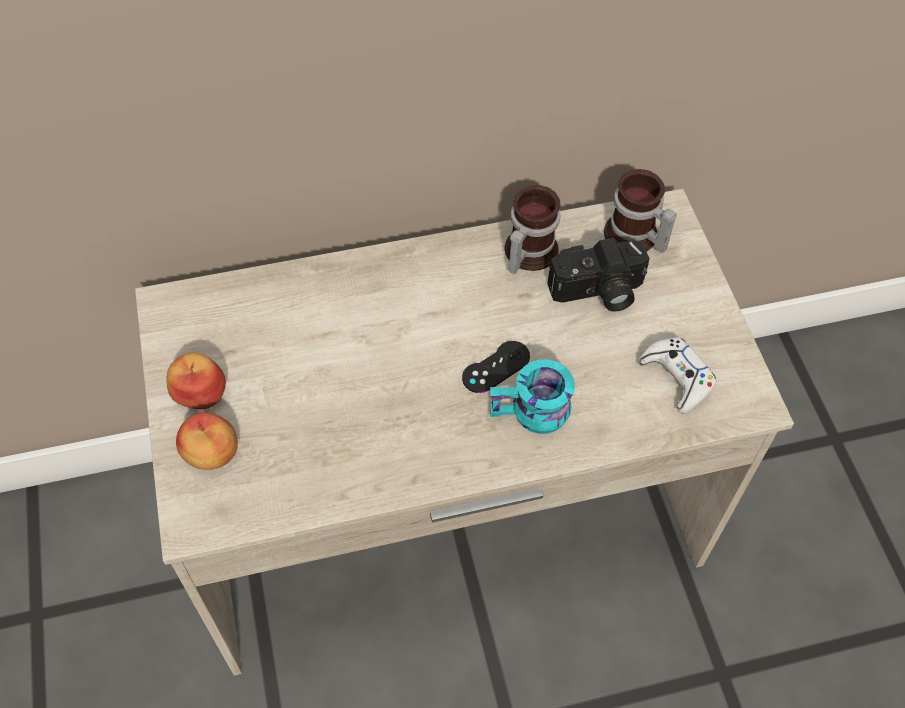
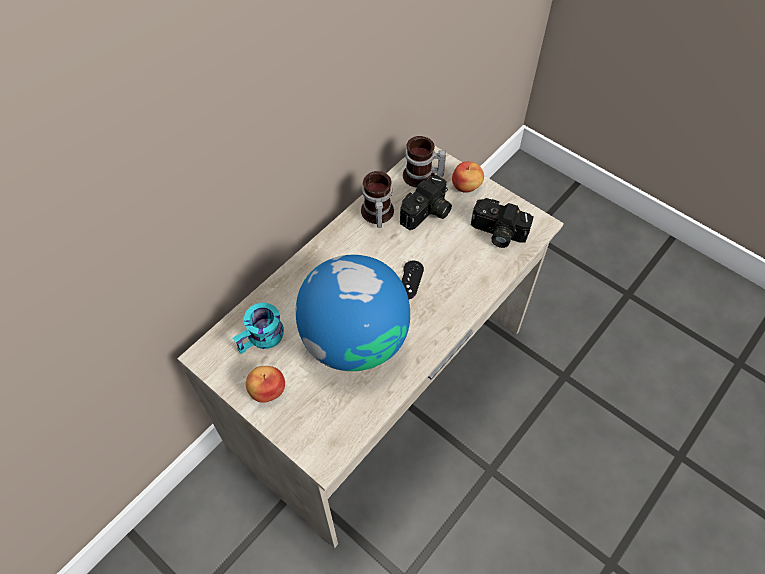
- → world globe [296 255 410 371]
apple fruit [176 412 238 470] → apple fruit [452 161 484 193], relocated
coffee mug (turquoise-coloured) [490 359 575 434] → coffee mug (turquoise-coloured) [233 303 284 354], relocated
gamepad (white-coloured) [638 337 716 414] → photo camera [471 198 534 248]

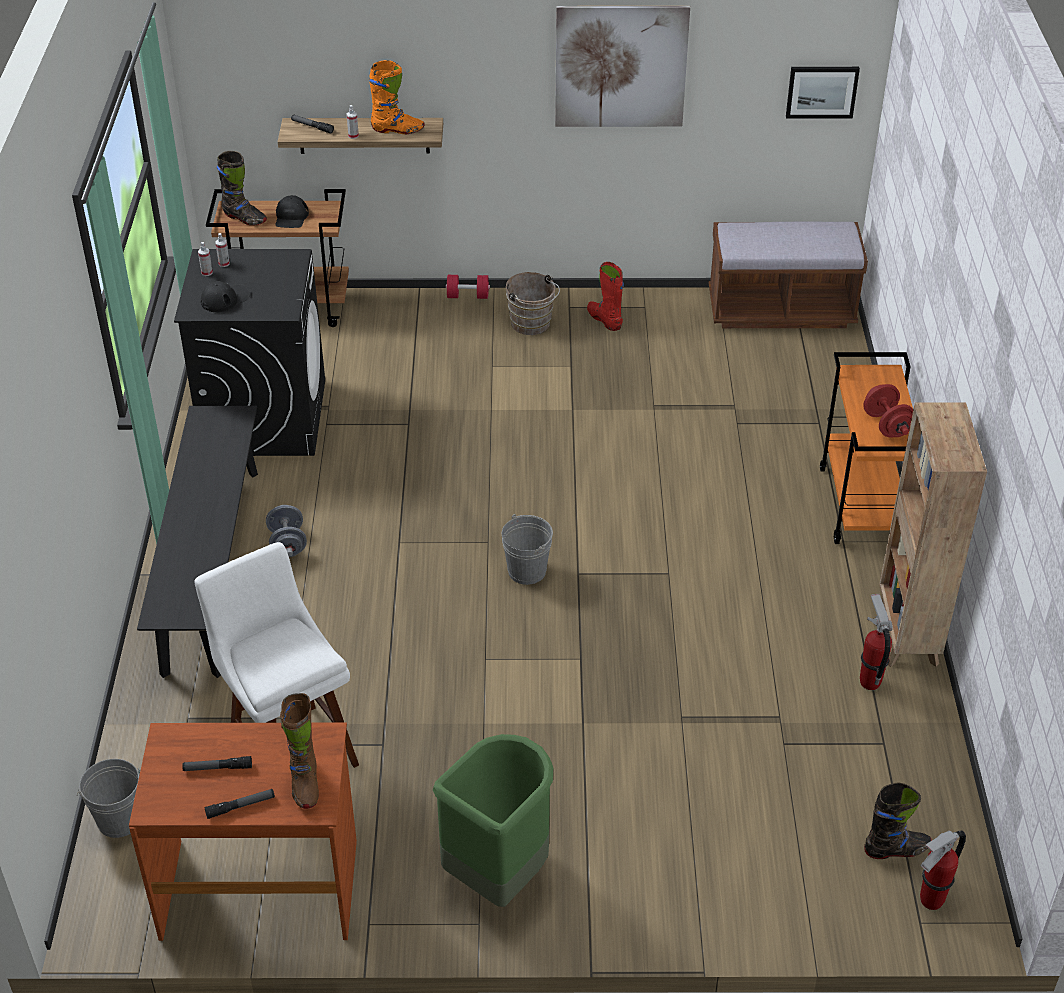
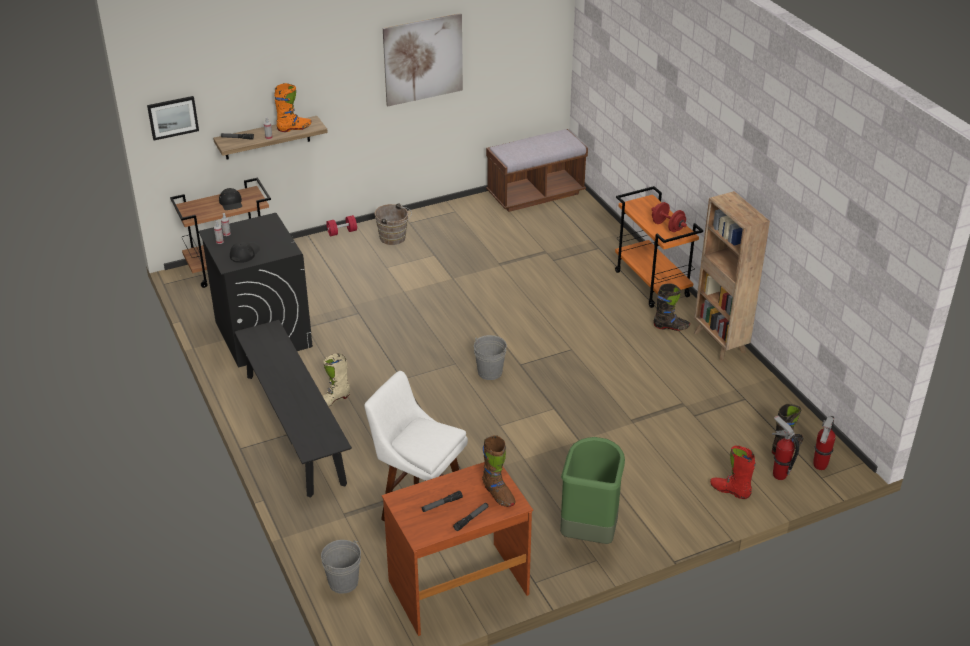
boot (black) [217 151 267 225] → boot (black) [653 283 690 331], relocated
boot (red-coloured) [587 262 624 331] → boot (red-coloured) [710 445 756 499], relocated
picture [786 67 860 119] → picture [147 96 199 140], relocated
fire-fighting cylinder [860 594 892 690] → fire-fighting cylinder [772 416 799 480], relocated
free weight (grey) [266 505 307 557] → boot (beige) [323 353 350 407]

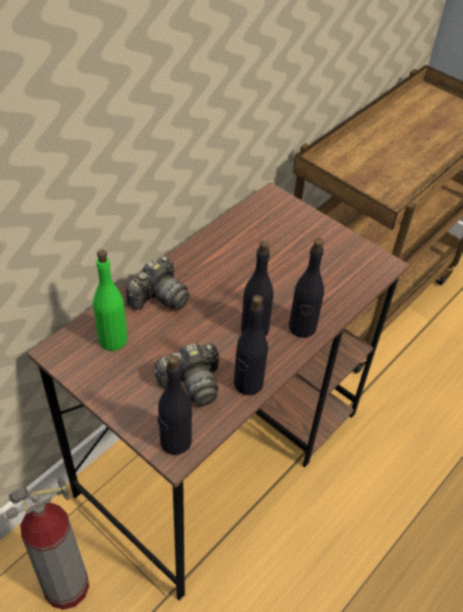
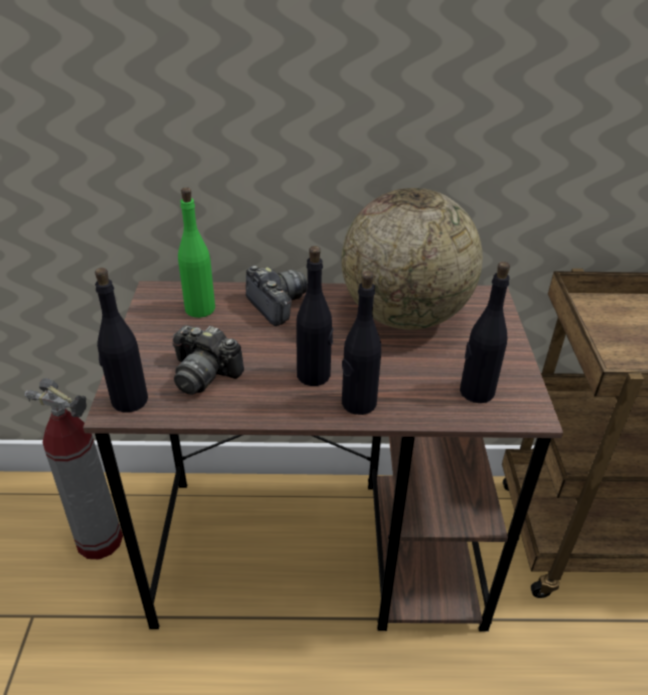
- → world globe [341 188 483 330]
drink bottle (black) [234 295 268 395] → drink bottle (black) [460 262 510 403], relocated
photo camera [126 256 190 310] → photo camera [246 265 307 326], 120 degrees counterclockwise

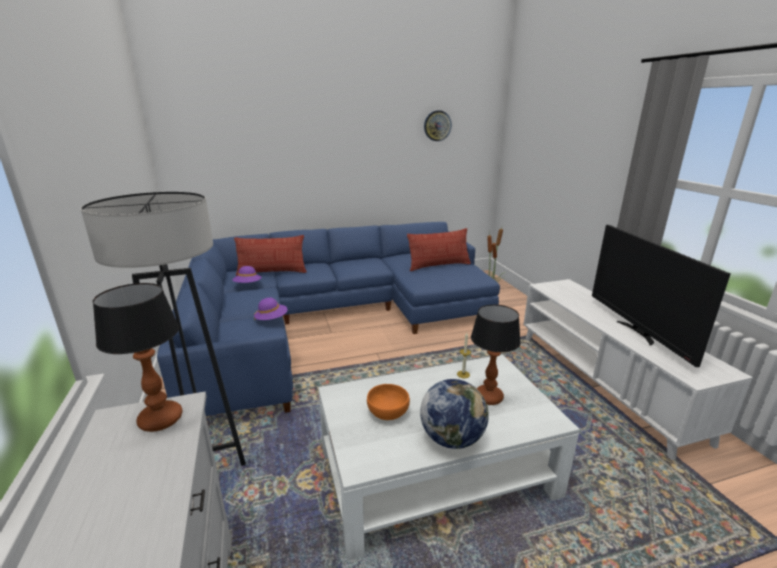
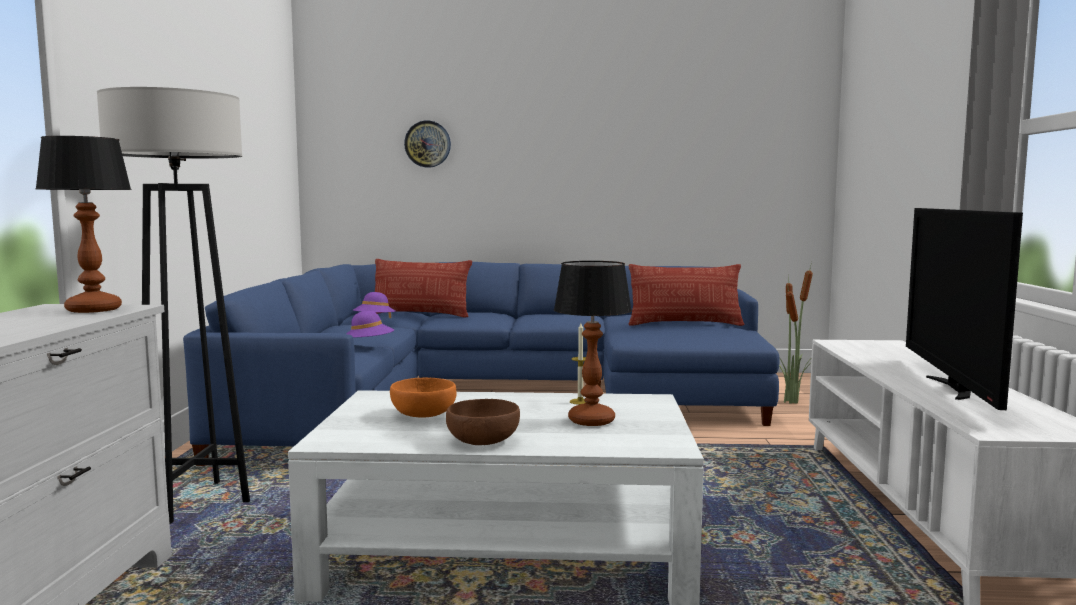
hanging clock [424 110 452 141] → hanging clock [404 121 451 168], relocated
world globe [420 379 489 449] → serving bowl (brown) [446 399 520 445]

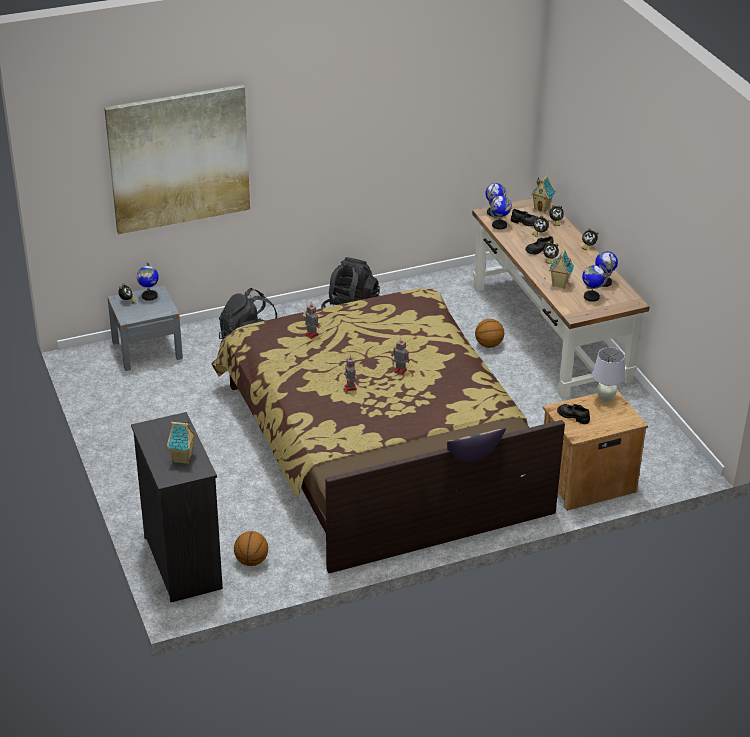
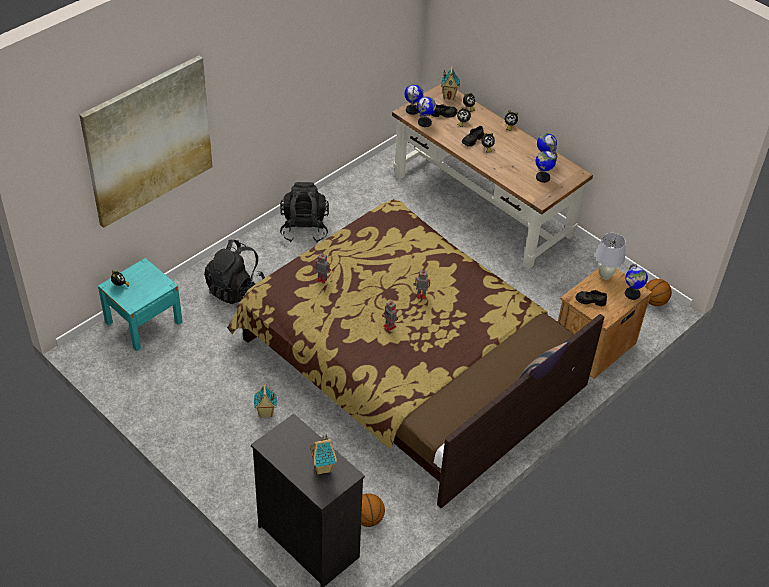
world globe [137 262 159 301] → world globe [625 264 648 300], relocated
basketball ball [475 319 504 348] → basketball ball [645 279 672 306], relocated
model house [549 249 574 289] → model house [254 383 277 418], relocated
bedside table (grey) [107 285 183 371] → bedside table (turquoise-coloured) [98 258 183 351]

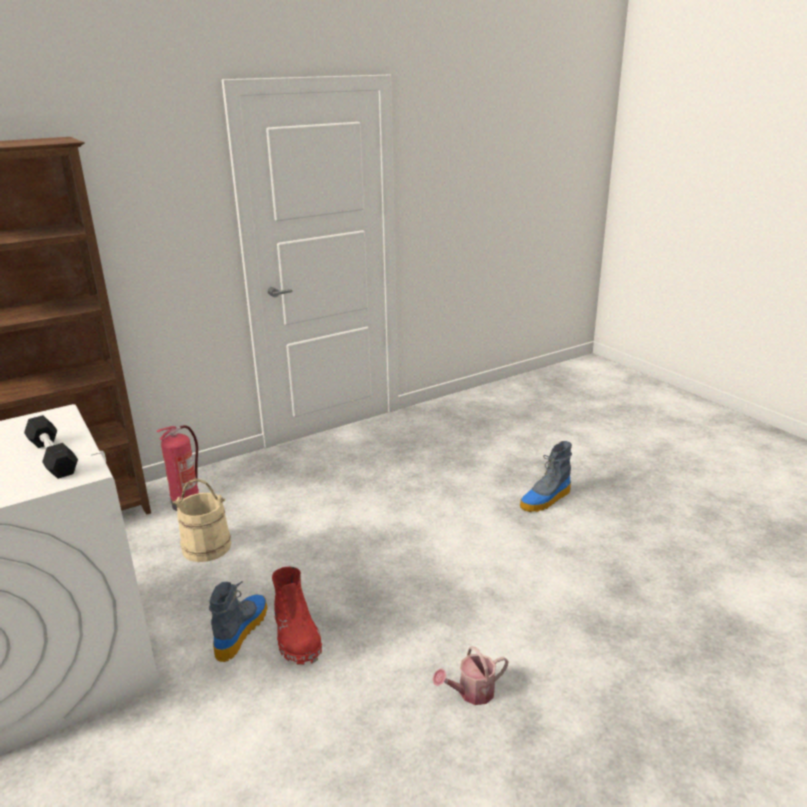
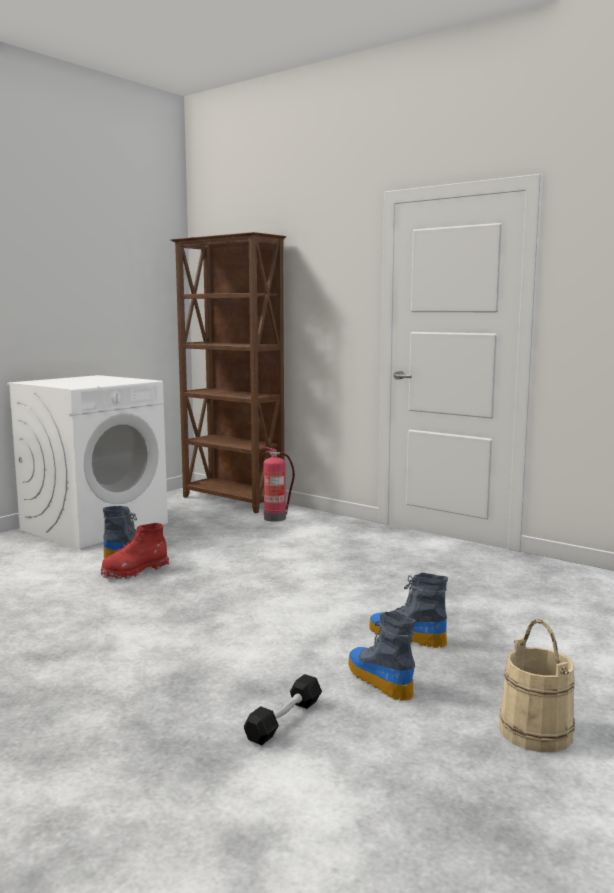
sprinkling can [433 646 509 705] → -
- → boot [348 611 416 701]
free weight (black) [24 415 78 479] → free weight (black) [244 674 322 745], relocated
bucket (beige) [172 479 231 562] → bucket (beige) [499 619 575 752], relocated

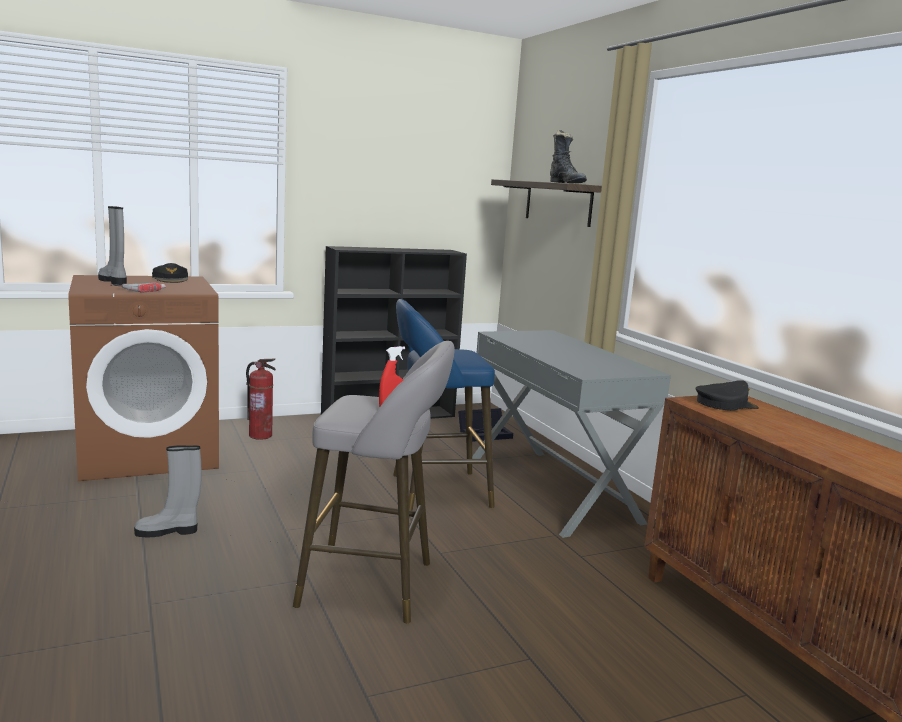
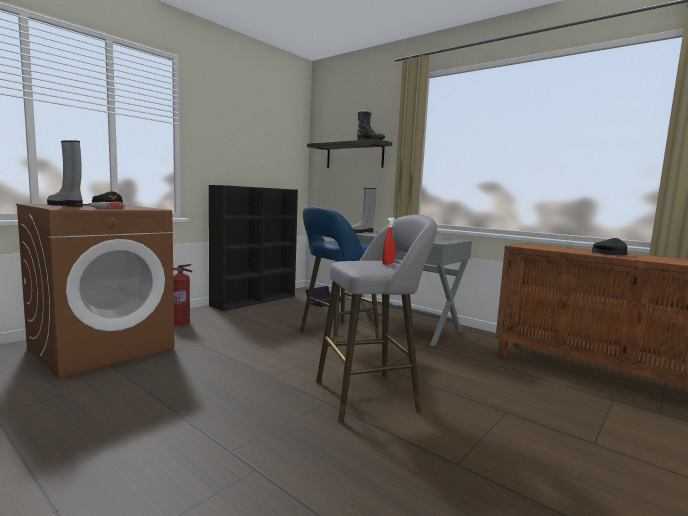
boot (grey) [134 445 202 537] → boot (grey) [352 188 376 233], relocated
cap (black) [696 380 759 411] → cap (black) [592 238 629 255], relocated

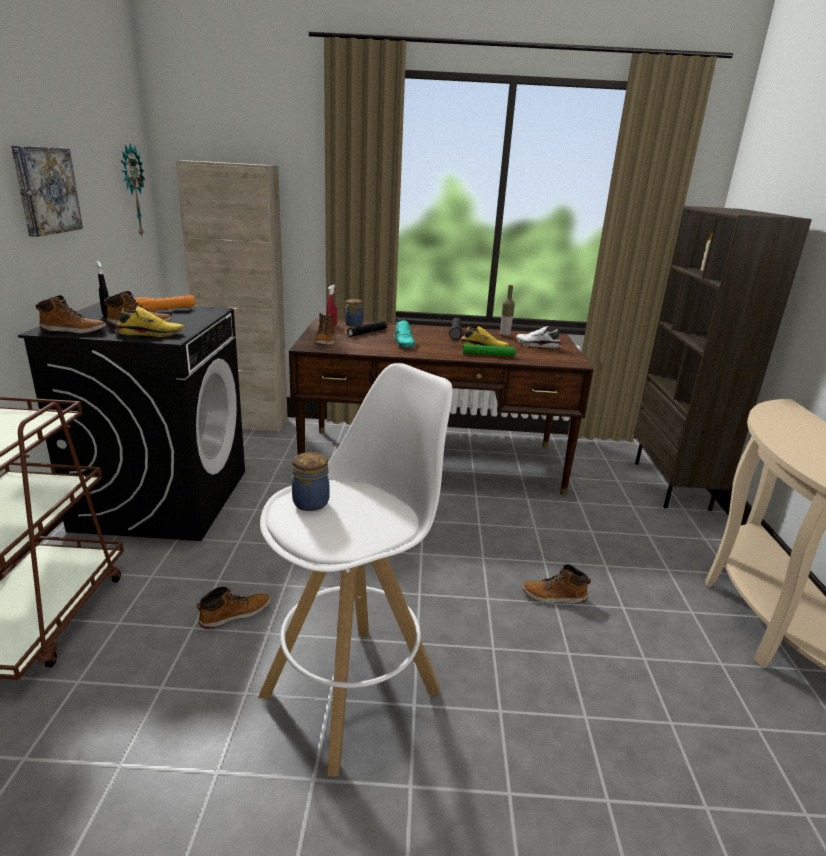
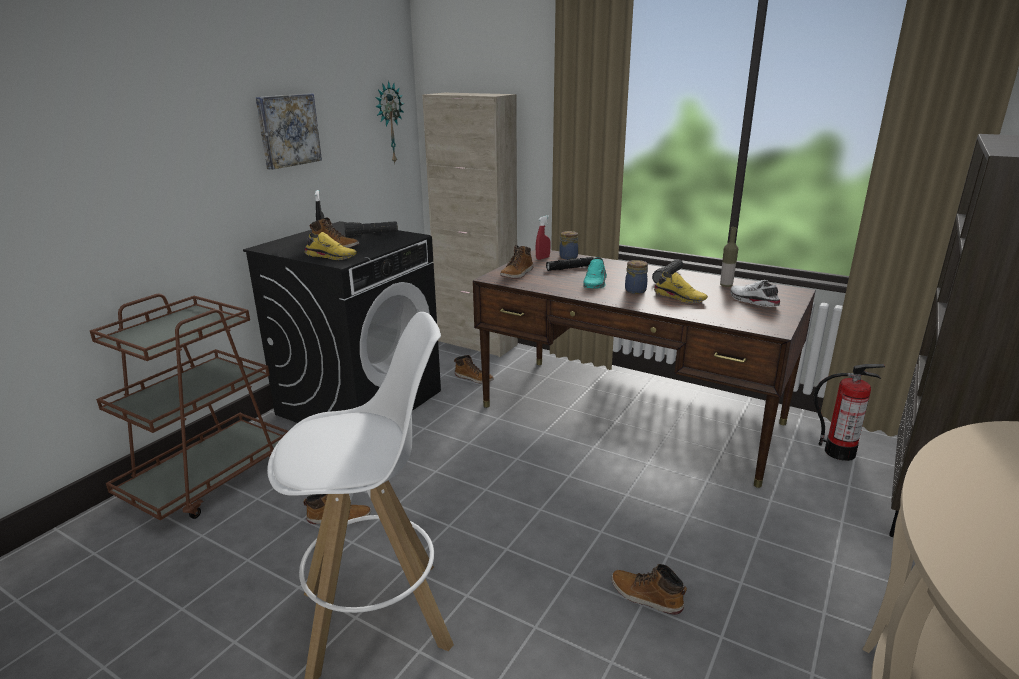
flashlight (green) [463 344 516 356] → -
- → fire-fighting cylinder [814 364 885 461]
boot [35 295 107 334] → boot [454 355 494 383], relocated
jar [292 452 330 511] → jar [625 260 648 294], relocated
flashlight (orange-coloured) [135 295 195 312] → flashlight (black) [344 221 398 237]

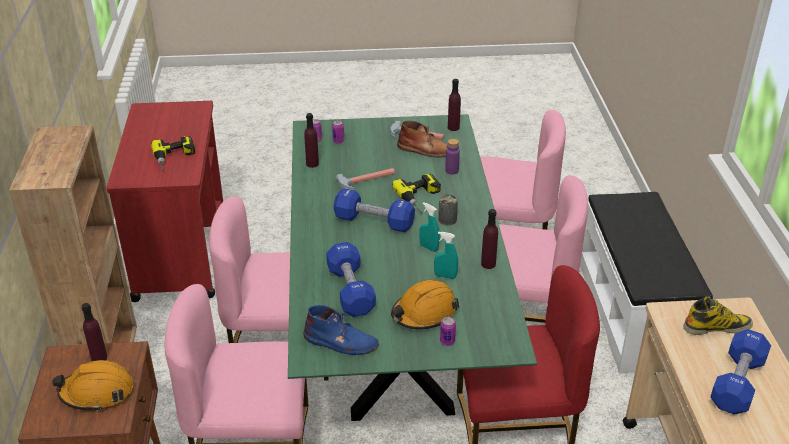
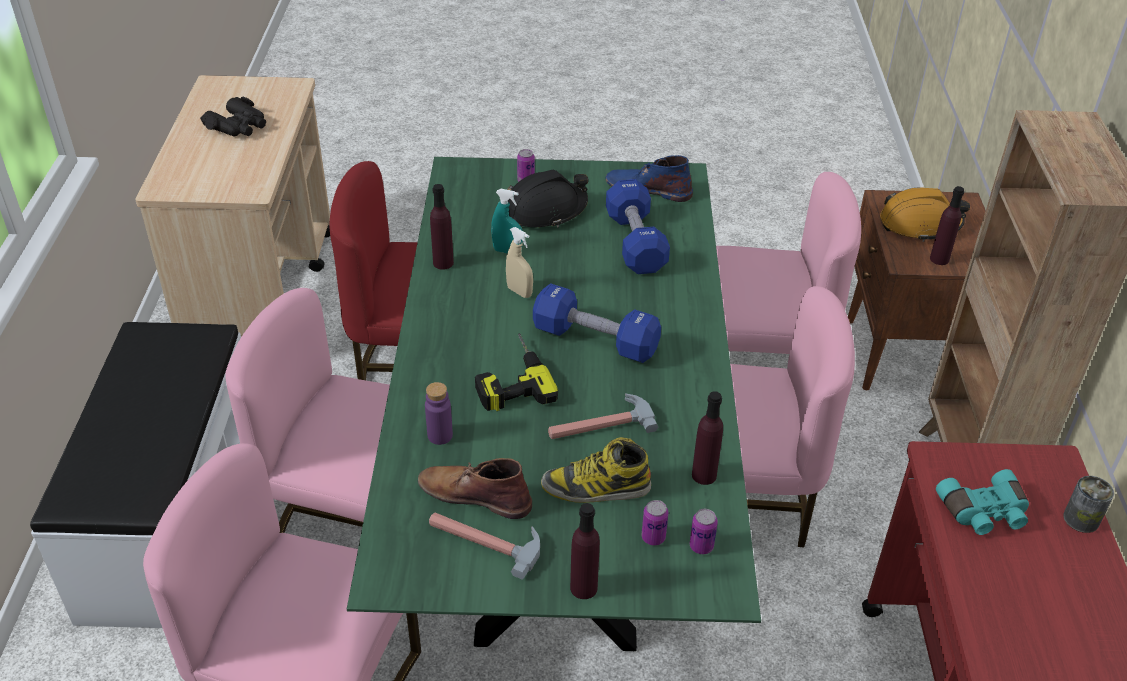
metal can [438 194 458 225] → metal can [1063 476 1114 533], relocated
drink bottle (purple) [448 79 461 131] → drink bottle (purple) [570 503 600 599], relocated
boot [683 297 753 335] → boot [541 437 651 503], relocated
drill [151 136 195 172] → binoculars (turquoise-coloured) [936 469 1029 535]
free weight (blue-coloured) [710 329 771 415] → binoculars (black) [200 96 266 137]
work helmet (orange-coloured) [391 280 459 330] → work helmet (black) [507 170 588 228]
hand sprayer (turquoise-coloured) [419 202 440 252] → hand sprayer (beige) [506 227 533 298]

